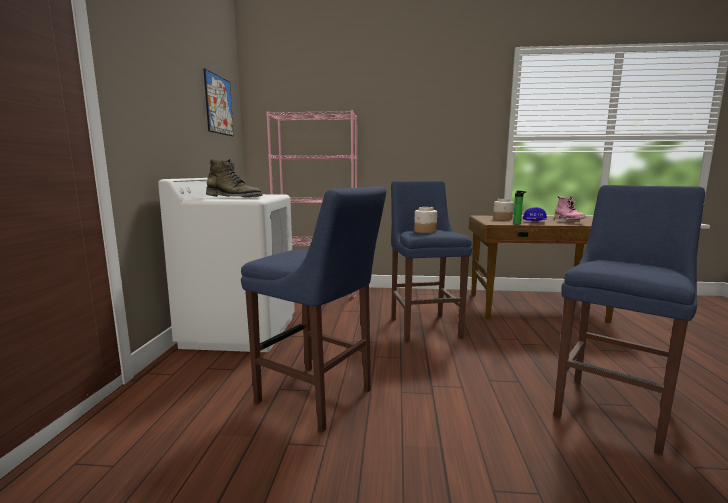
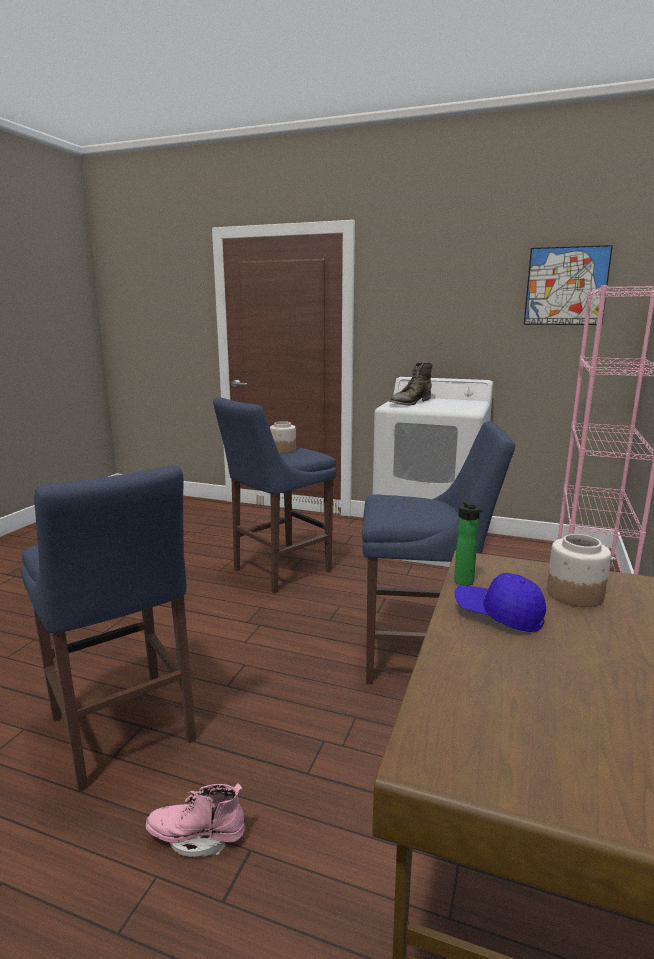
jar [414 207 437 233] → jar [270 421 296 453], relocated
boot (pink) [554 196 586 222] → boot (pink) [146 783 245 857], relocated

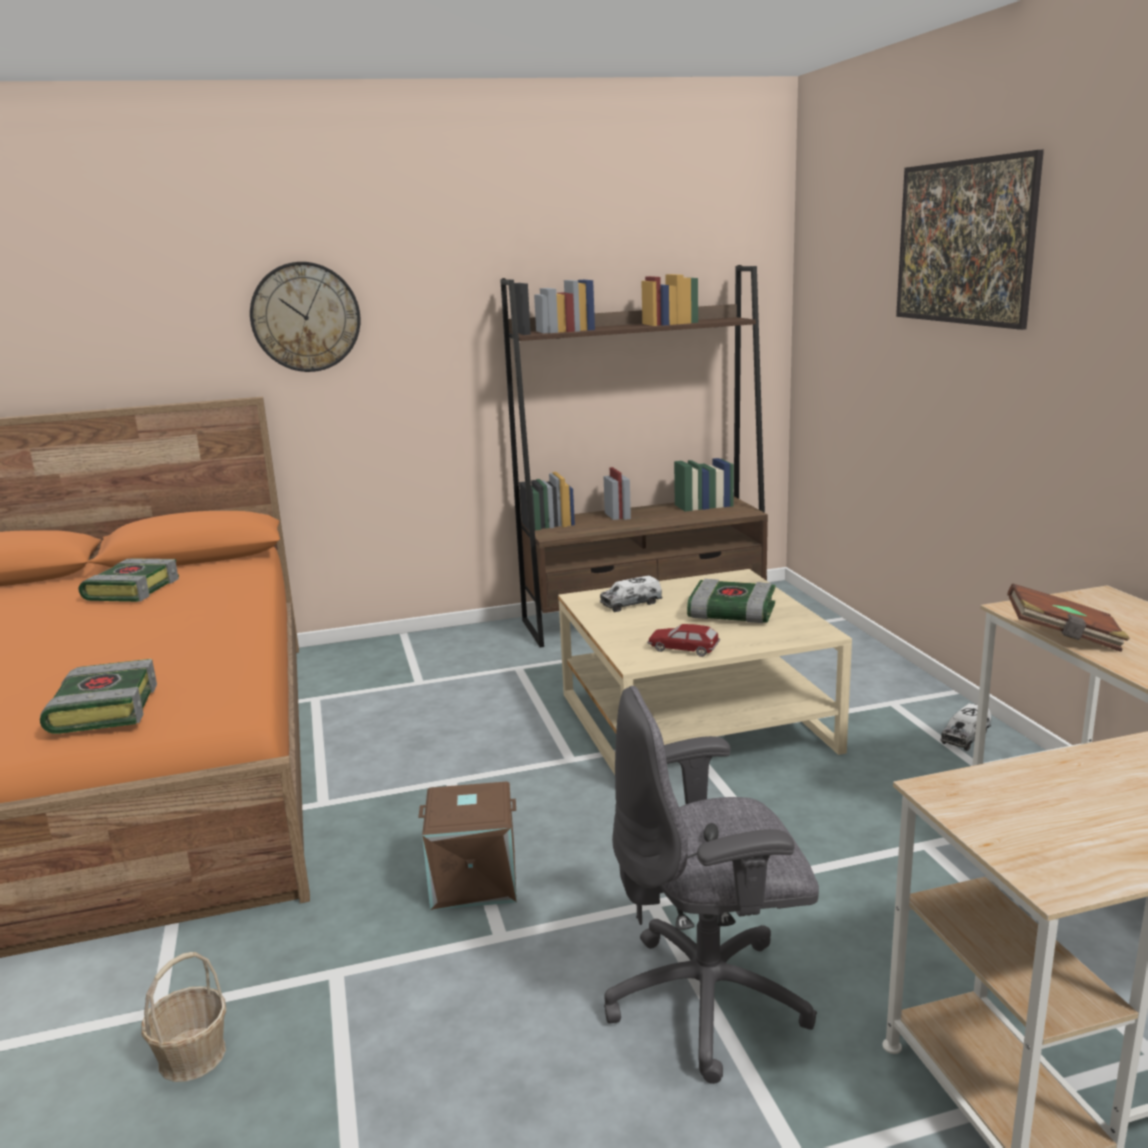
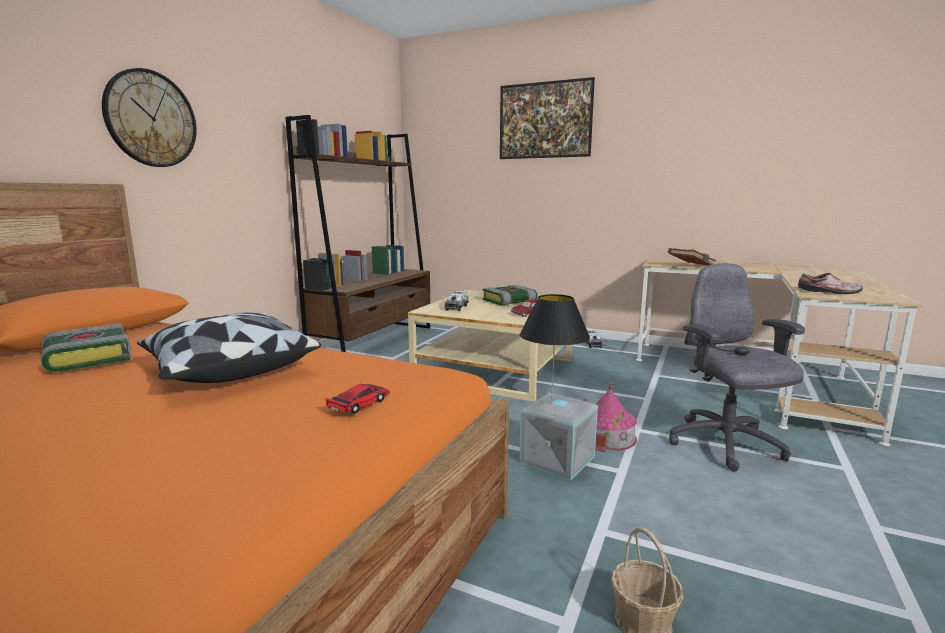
- → cushion [137 312 321 383]
- → table lamp (black) [520 294 590 403]
- → model house [584 383 637 452]
- → low shoe [798 273 863 294]
volume [40 659 157 734] → miniature car [325 384 391 414]
storage container (brown) [418 781 517 910] → storage container (grey) [520 393 598 481]
office chair (grey) [604 686 819 1084] → office chair (grey) [669 263 805 472], 135 degrees clockwise

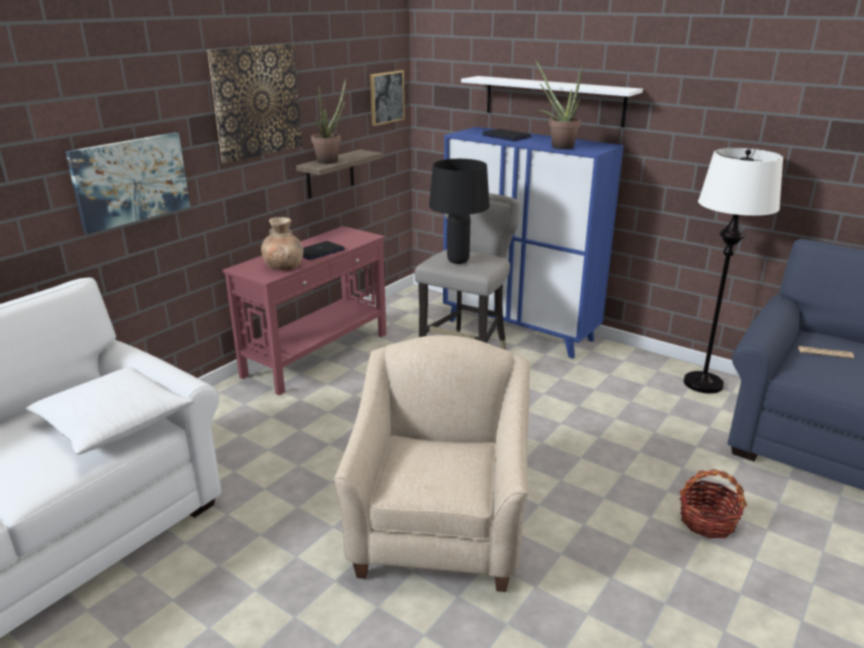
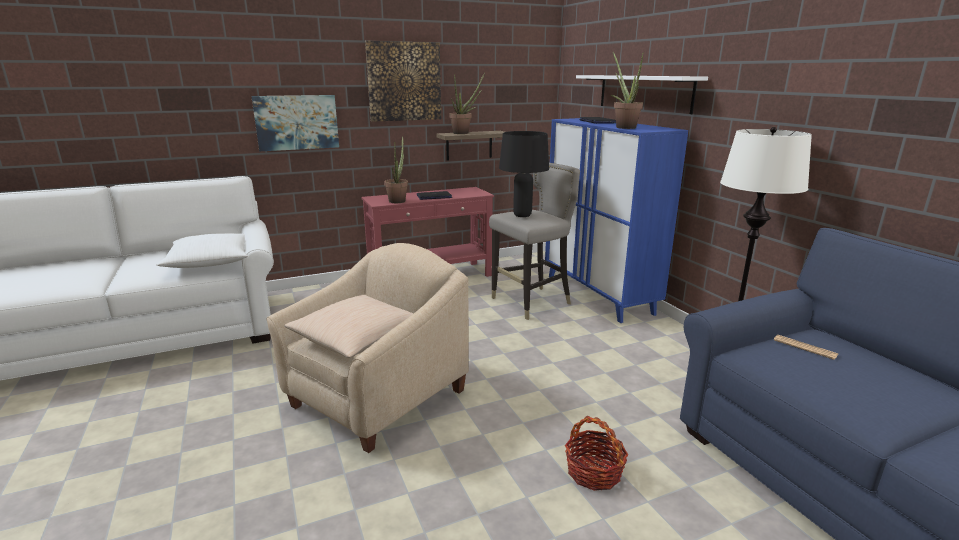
picture [370 70 405 126] → -
- → cushion (beige) [284 295 414 358]
flower vase (brown) [261 217 303 270] → houseplant [384 136 408 203]

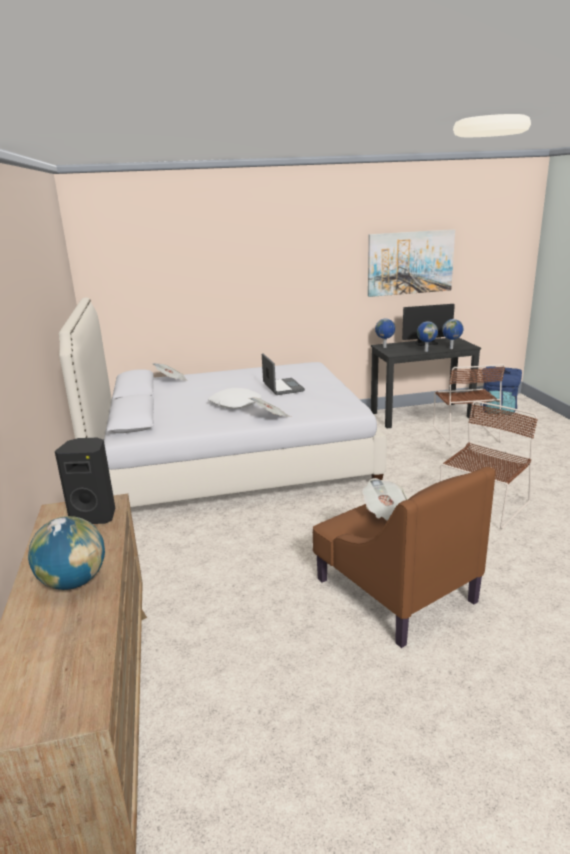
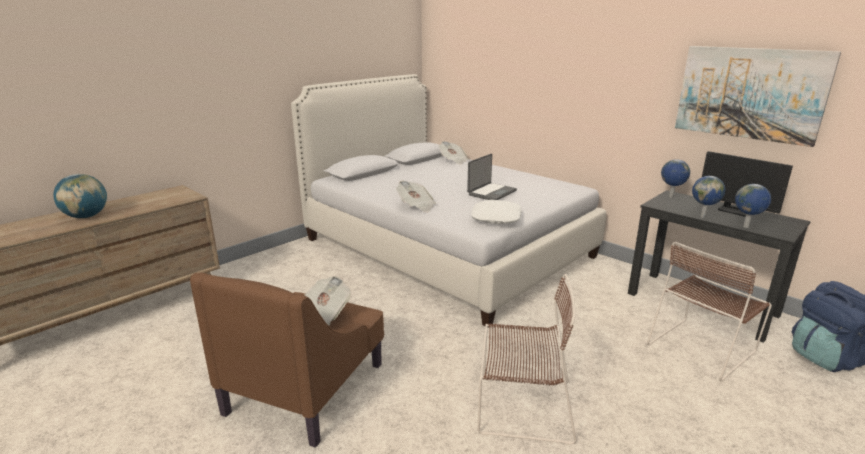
loudspeaker (black) [55 438 115 524] → -
cushion (white-coloured) [208 388 262 409] → cushion (white-coloured) [471 200 522 224], relocated

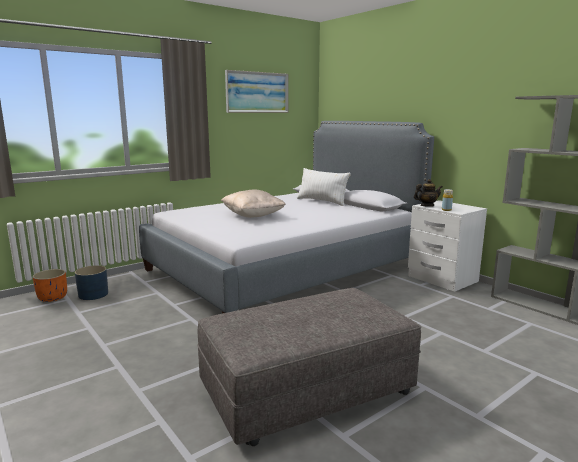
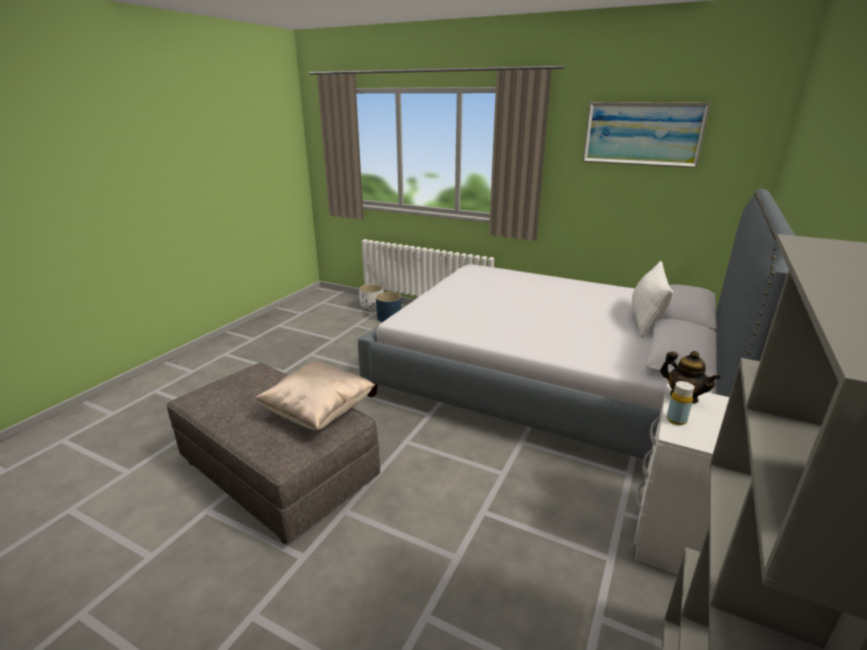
cushion (beige) [221 190 286 218] → cushion (beige) [255 361 375 430], relocated
flower pot (orange-coloured) [32 269 67 302] → flower pot (white-coloured) [359 284 383 311]

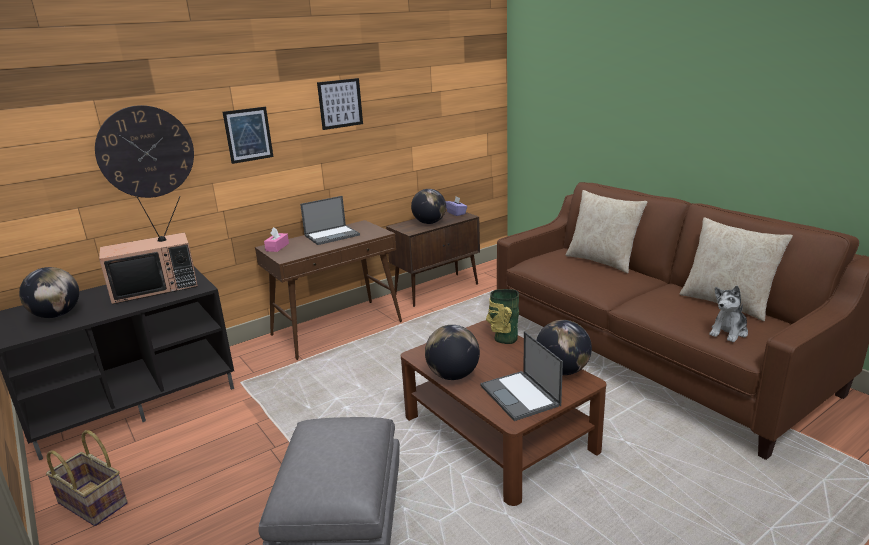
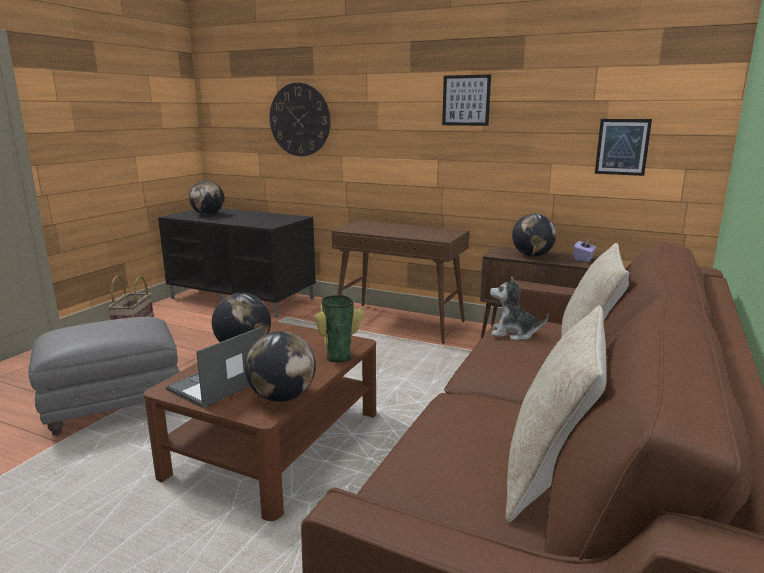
TV set [99 196 198 304] → -
box of tissues (pink) [264 227 289 252] → -
laptop [300 196 360 245] → -
picture [223 107 273 164] → picture [595 119 652 176], relocated
plush toy [709 286 748 342] → plush toy [490 277 549 340], relocated

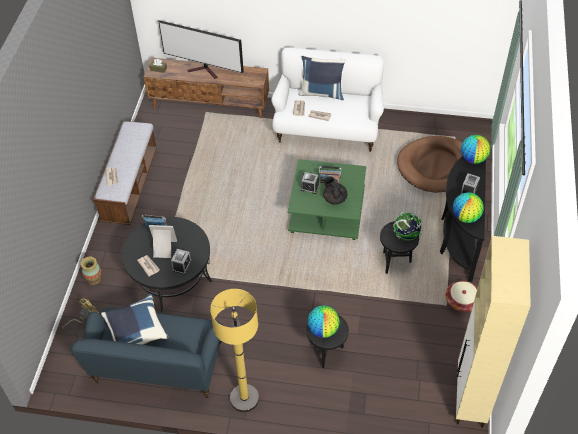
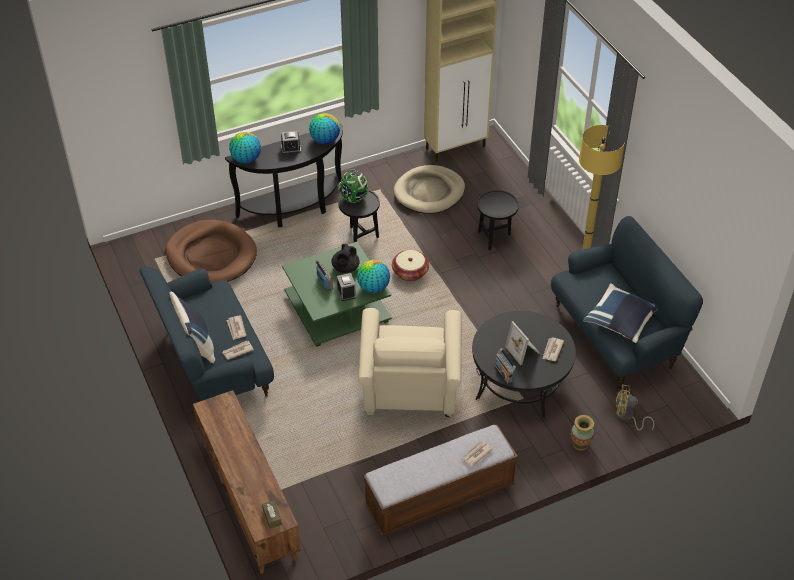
TV set [158 20 244 79] → -
table clock [171 249 191 274] → -
- → lounge chair (beige) [358 308 462 417]
- → dog cushion (beige) [394 165 465 214]
world globe [308 305 340 338] → world globe [357 260 390 293], relocated
storage basket [446 281 477 312] → storage basket [392 250 429 281], relocated
sofa (white-coloured) [271 47 384 152] → sofa (blue-coloured) [140 266 274 401]

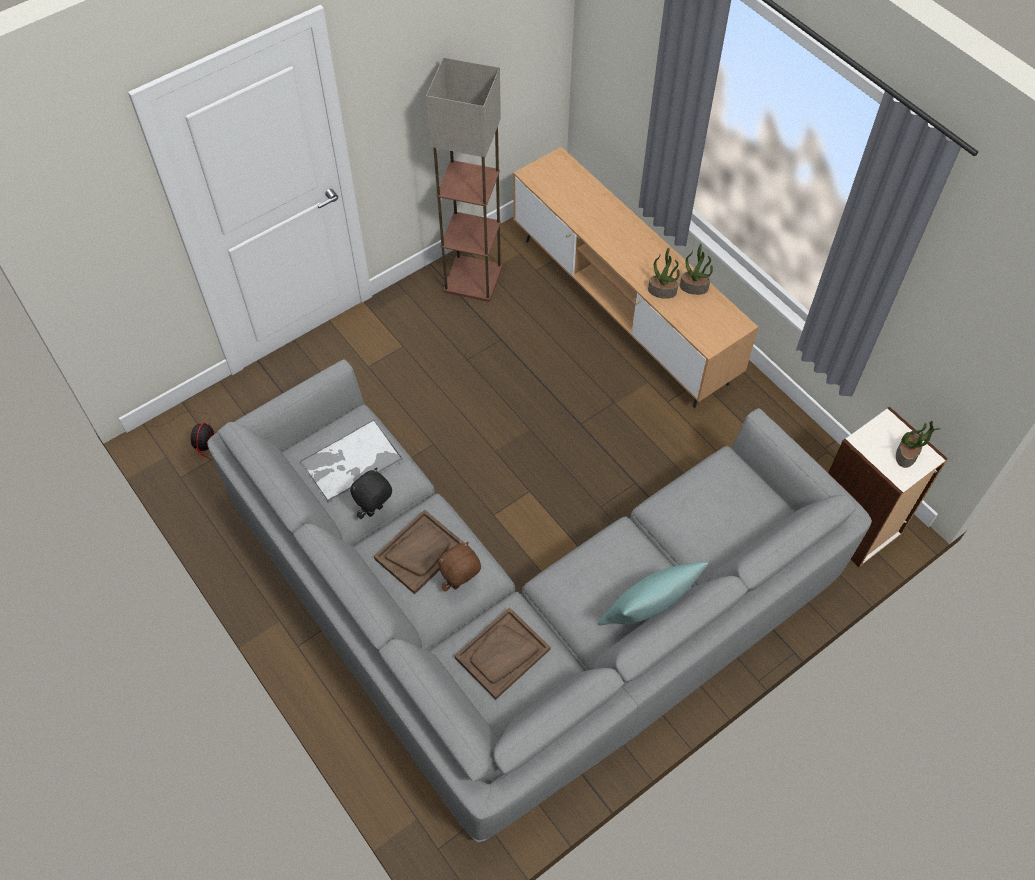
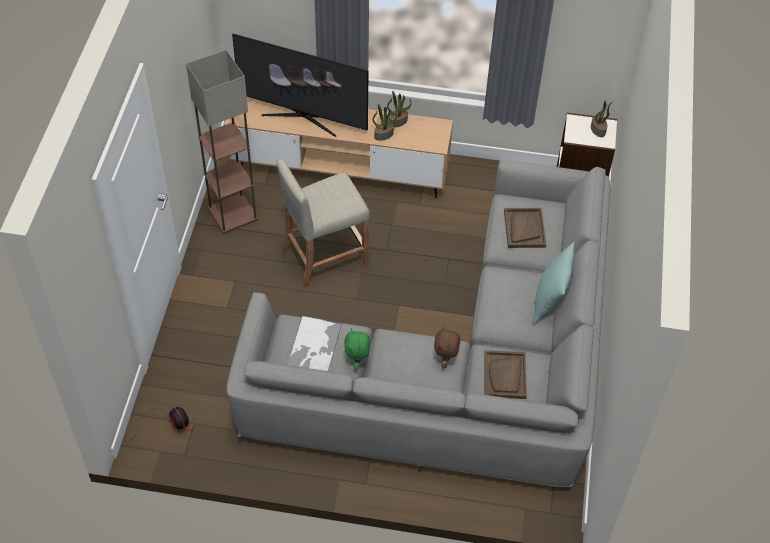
- → TV set [232 34 369 137]
- → stool (beige) [276 159 369 288]
carrying tray (brown) [374 510 464 594] → carrying tray (brown) [504 208 546 248], relocated
plush toy (black) [350 468 392 519] → plush toy (green) [344 328 370 370]

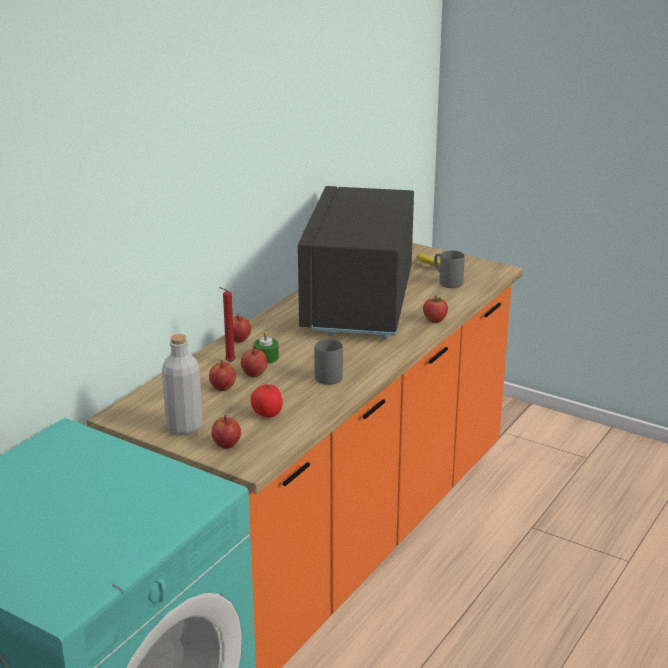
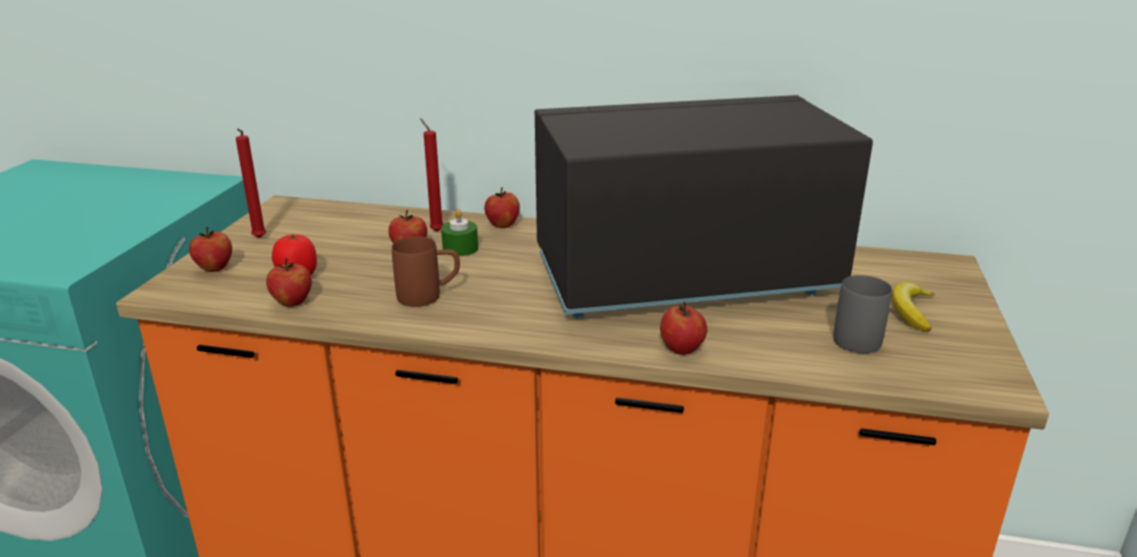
apple fruit [209 360 236 391] → apple fruit [266 258 312 307], relocated
drink bottle (grey) [162 334 203 435] → wax light (red-coloured) [236 129 266 238]
coffee mug (grey) [314 339 343 385] → coffee mug (brown) [392 236 460 307]

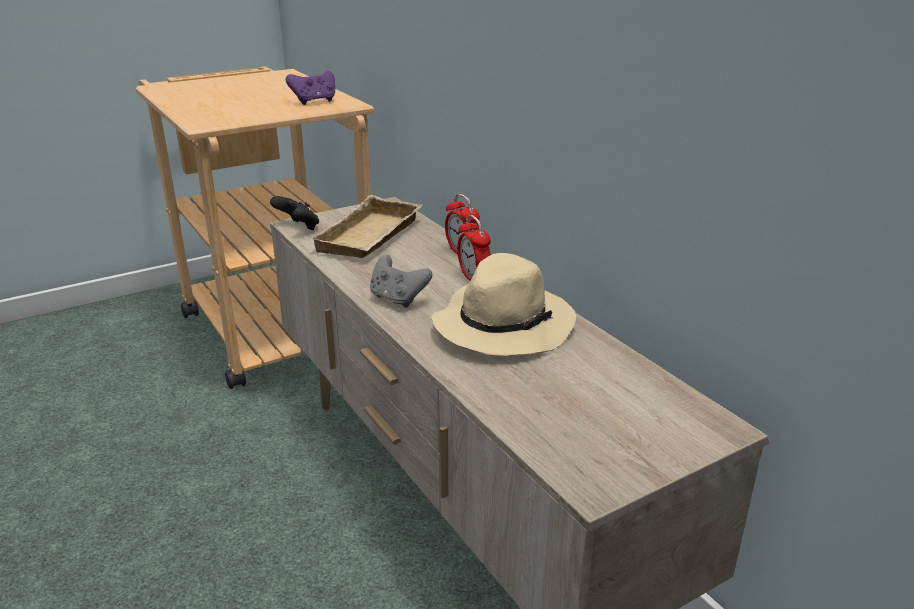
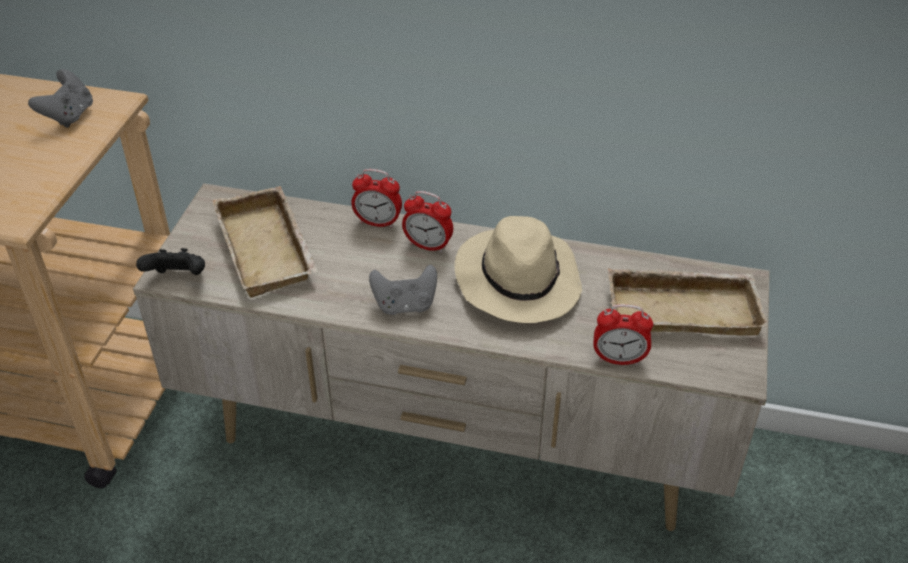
- → table clock [593 304 653 366]
- → carrying tray (beige) [608 269 768 336]
gamepad (purple) [286 70 335 105] → gamepad (grey) [28 69 93 128]

